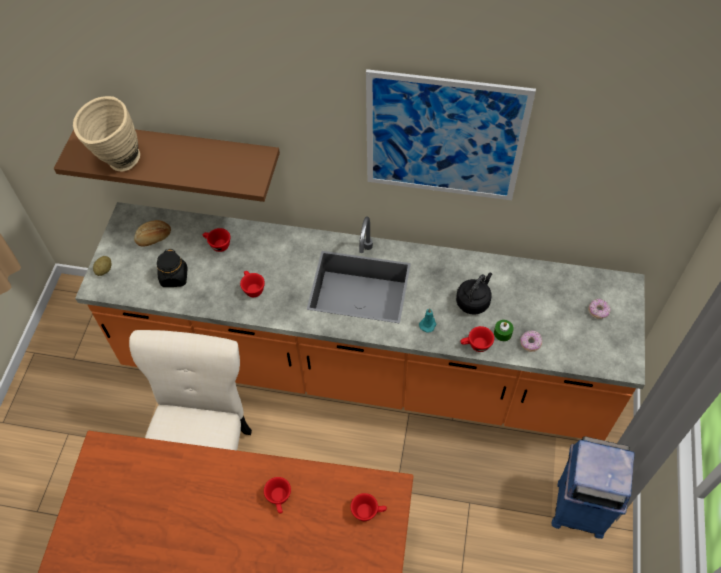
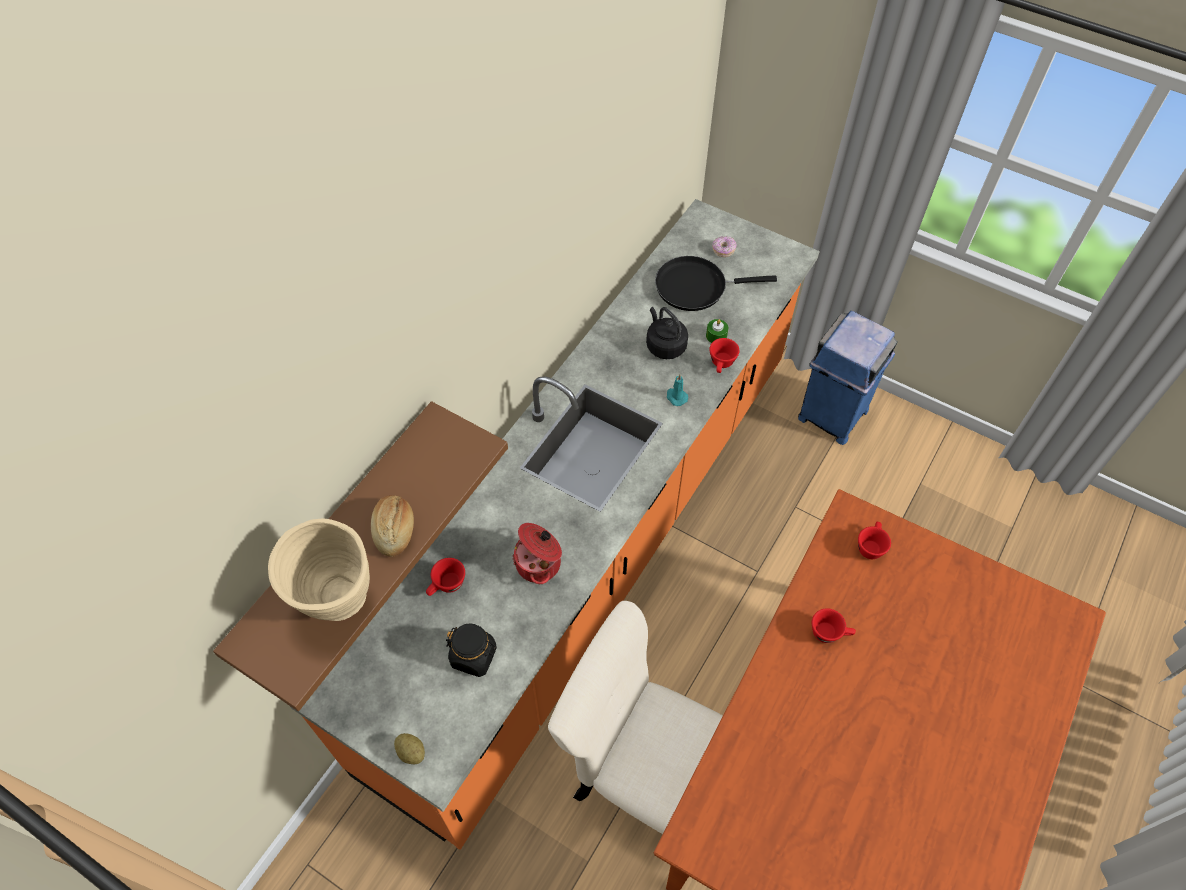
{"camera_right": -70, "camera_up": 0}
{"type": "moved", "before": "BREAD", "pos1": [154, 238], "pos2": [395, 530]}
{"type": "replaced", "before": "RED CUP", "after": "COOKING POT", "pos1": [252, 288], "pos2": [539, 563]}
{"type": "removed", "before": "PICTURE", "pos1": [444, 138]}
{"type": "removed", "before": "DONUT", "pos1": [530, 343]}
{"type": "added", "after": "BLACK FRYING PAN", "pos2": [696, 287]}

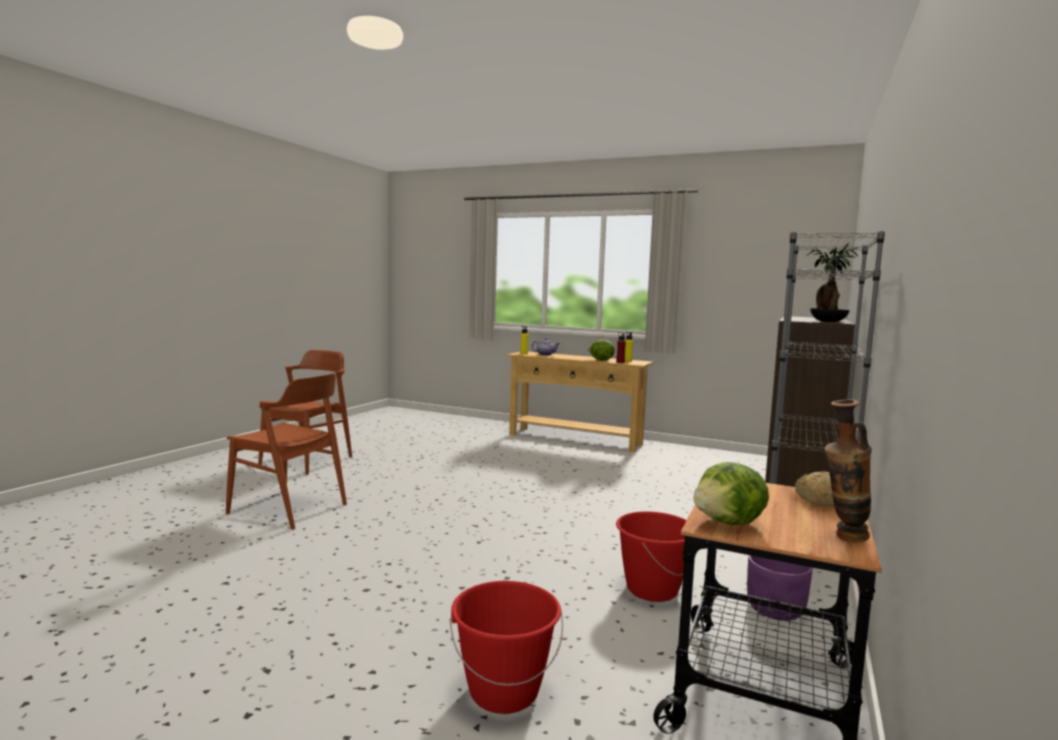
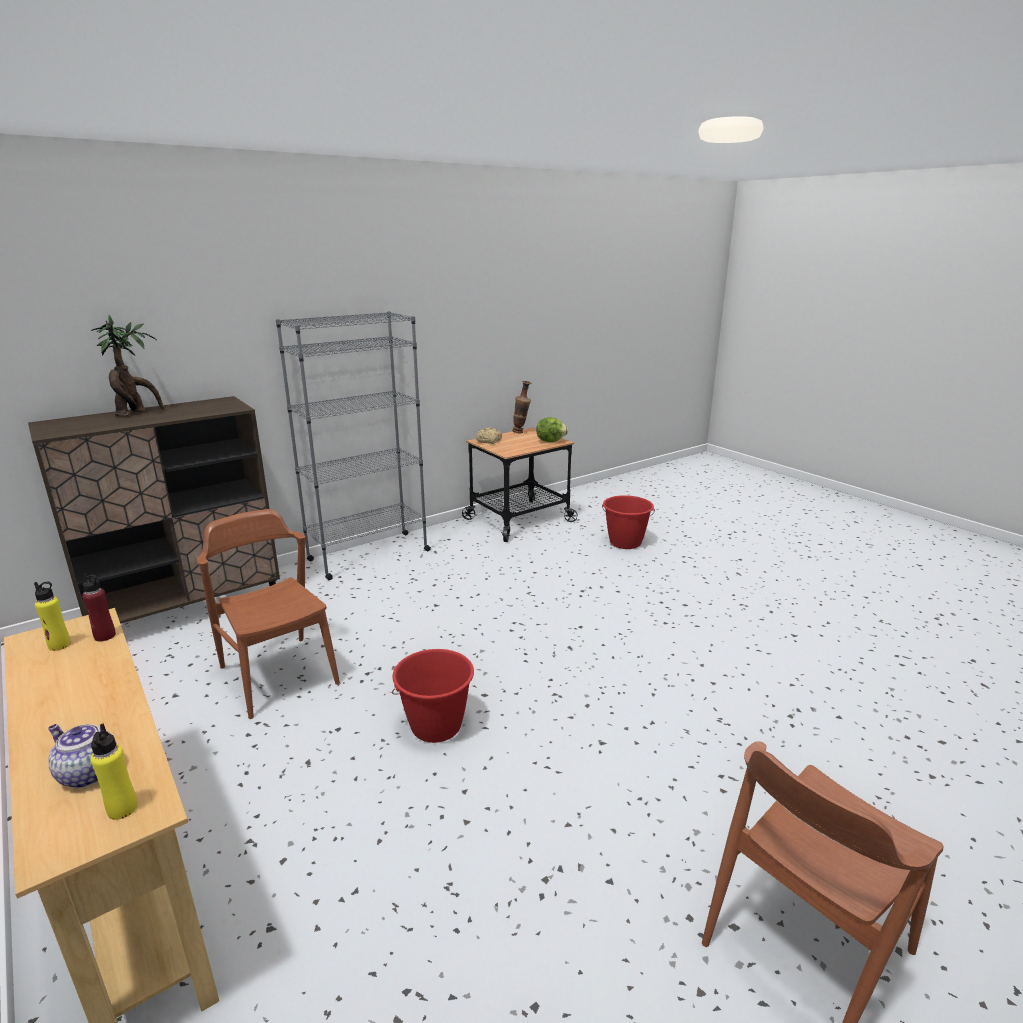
{"camera_right": -150, "camera_up": 15}
{"type": "moved", "before": "BROWN CHAIR", "pos1": [288, 509], "pos2": [278, 675]}
{"type": "removed", "before": "LETTUCE", "pos1": [600, 360]}
{"type": "moved", "before": "RED BUCKET", "pos1": [652, 589], "pos2": [436, 726]}
{"type": "removed", "before": "PURPLE PLANTER", "pos1": [775, 610]}
{"type": "removed", "before": "BLACK BOWL", "pos1": [828, 322]}

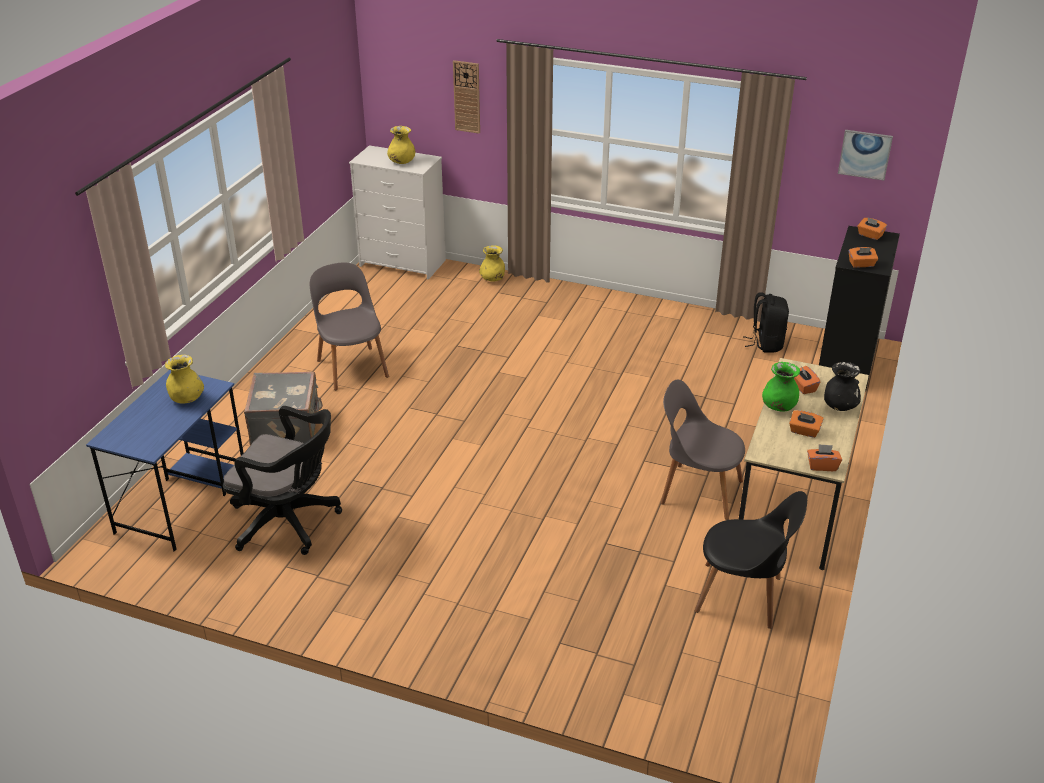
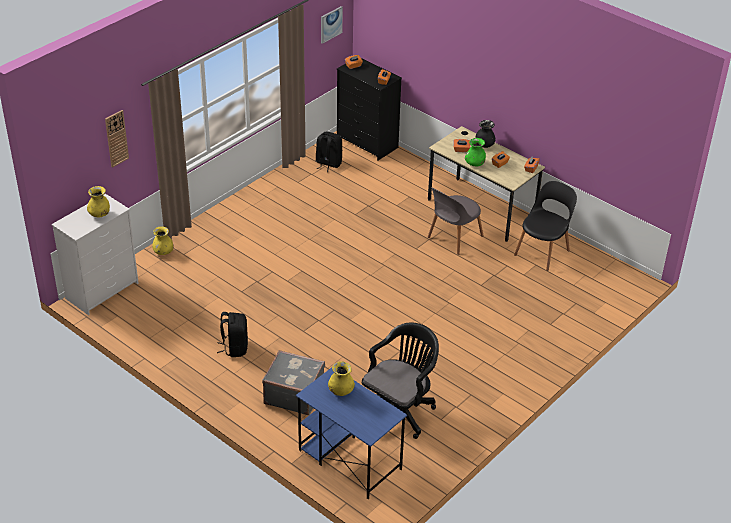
{"camera_right": -70, "camera_up": 5}
{"type": "replaced", "before": "GREY CHAIR", "after": "BLACK BACKPACK", "pos1": [352, 366], "pos2": [235, 348]}

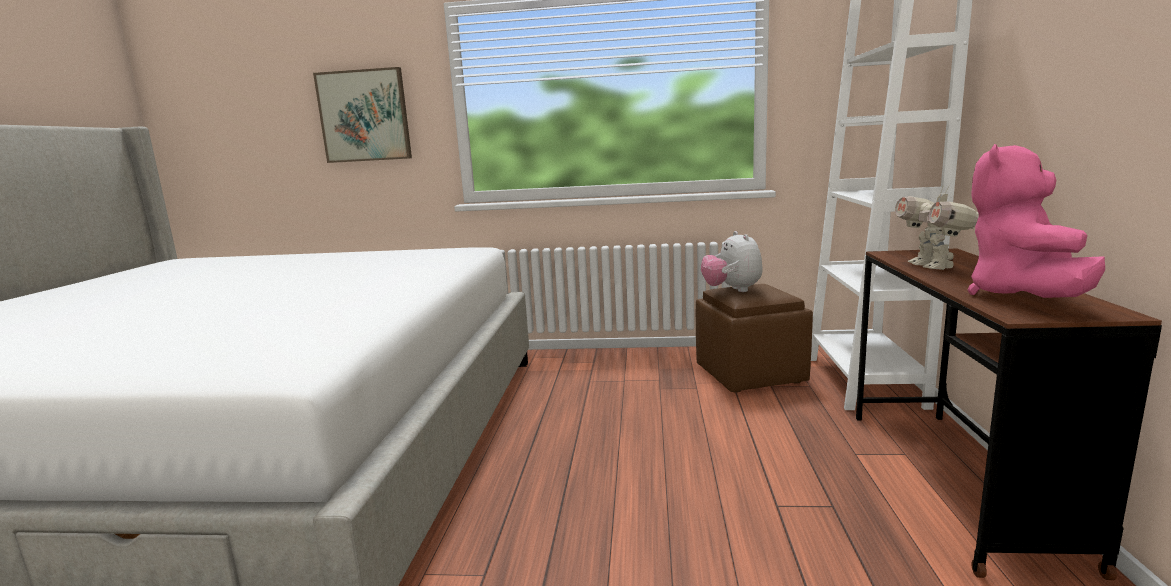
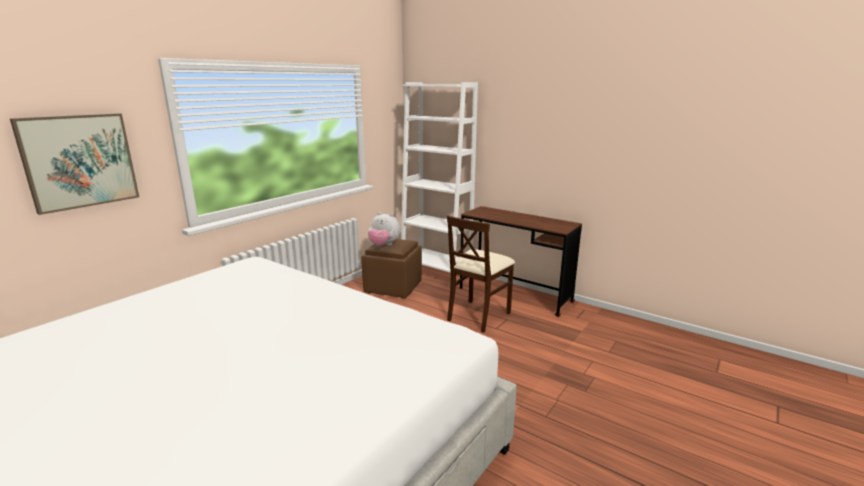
{"camera_right": -60, "camera_up": 5}
{"type": "removed", "before": "TOY ROBOT", "pos1": [933, 266]}
{"type": "removed", "before": "PINK PLUSH TOY", "pos1": [1023, 297]}
{"type": "added", "after": "BEIGE CHAIR", "pos2": [478, 315]}

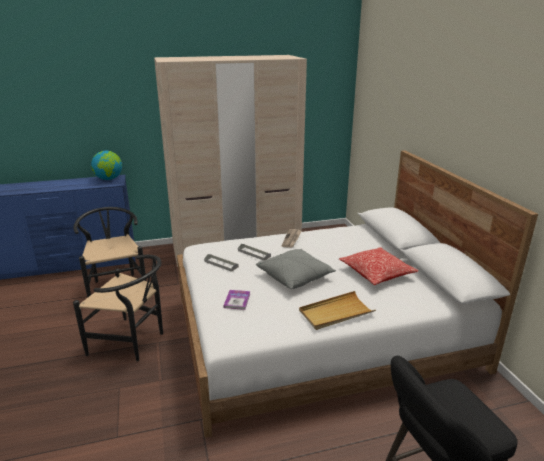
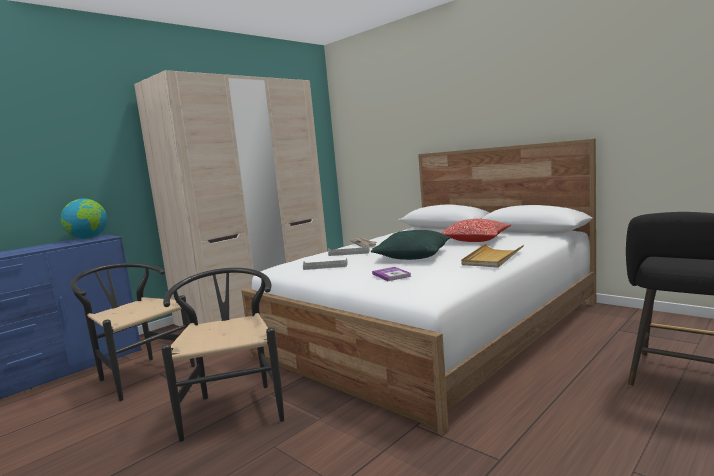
{"camera_right": -30, "camera_up": -15}
{"type": "turned", "before": "BLACK CHAIR", "pos1": [133, 342], "pos2": [235, 406], "turn": -90}
{"type": "recoloured", "before": "GREY PILLOW", "after": "GREEN PILLOW", "pos1": [295, 277], "pos2": [413, 256]}

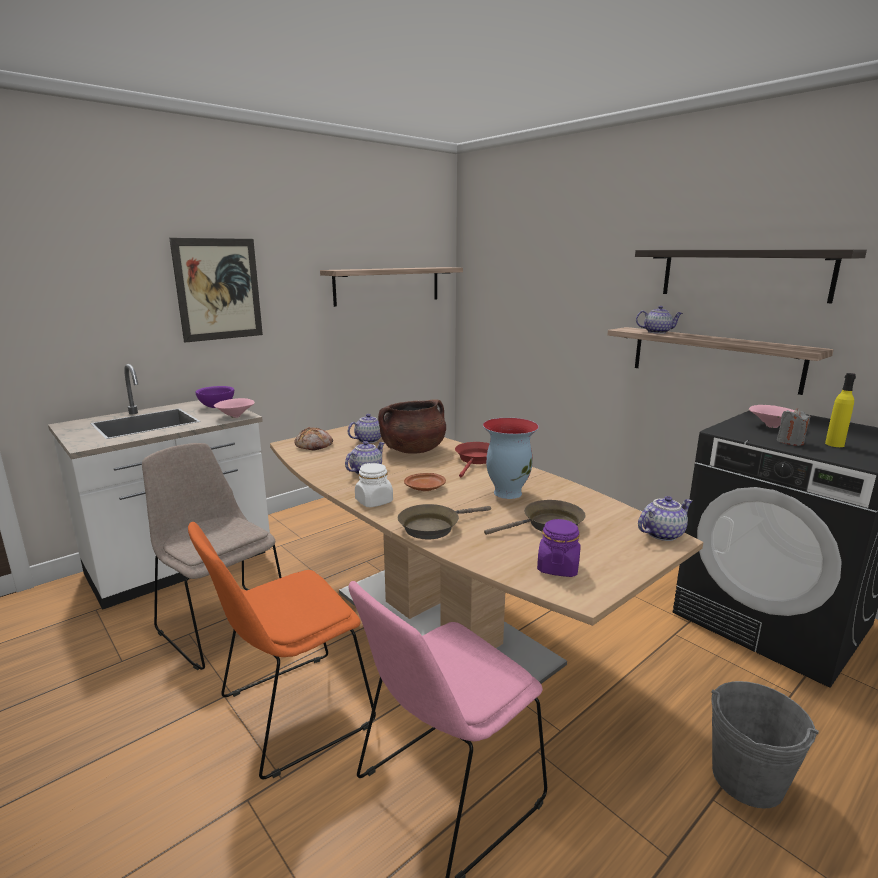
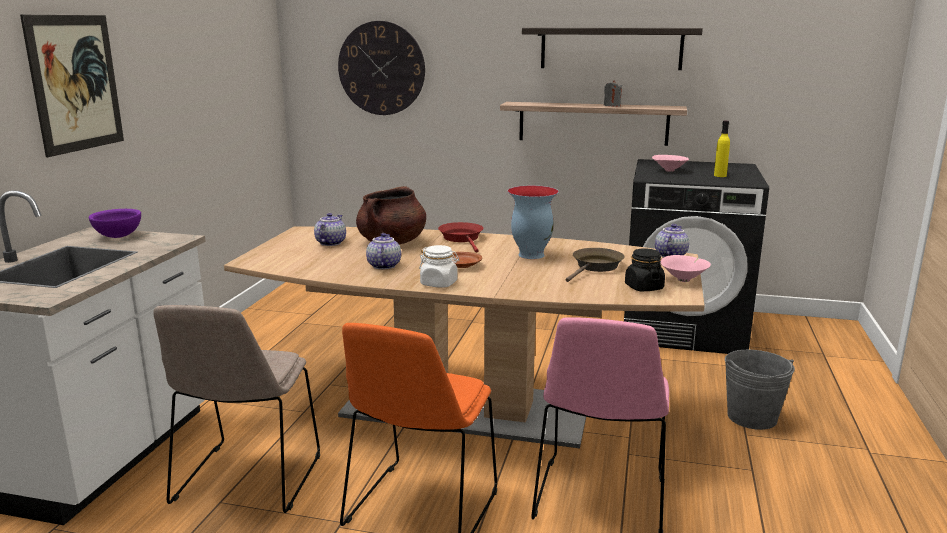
{"camera_right": -35, "camera_up": 0}
{"type": "turned", "before": "BEIGE CHAIR", "pos1": [222, 624], "pos2": [247, 481], "turn": -90}
{"type": "moved", "before": "PINK BOWL", "pos1": [236, 417], "pos2": [684, 280]}
{"type": "removed", "before": "BREAD", "pos1": [314, 446]}
{"type": "removed", "before": "SHELF", "pos1": [388, 285]}
{"type": "removed", "before": "BROWN FRYING PAN", "pos1": [433, 527]}
{"type": "recoloured", "before": "PURPLE JAR", "after": "BLACK JAR", "pos1": [558, 567], "pos2": [643, 287]}
{"type": "removed", "before": "TEAPOT", "pos1": [657, 332]}
{"type": "moved", "before": "GREY CANDLE", "pos1": [790, 442], "pos2": [612, 105]}
{"type": "added", "after": "WALL CLOCK", "pos2": [381, 68]}

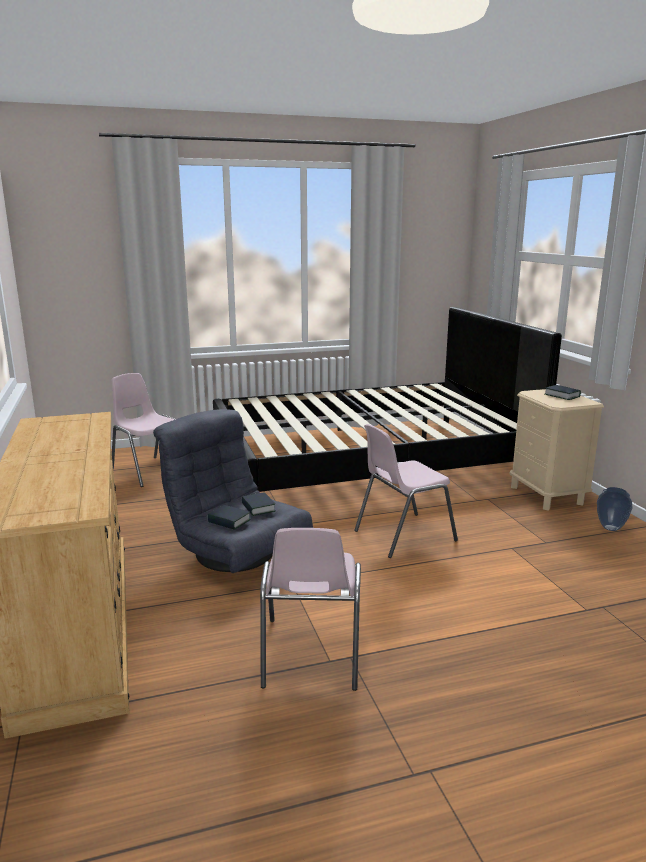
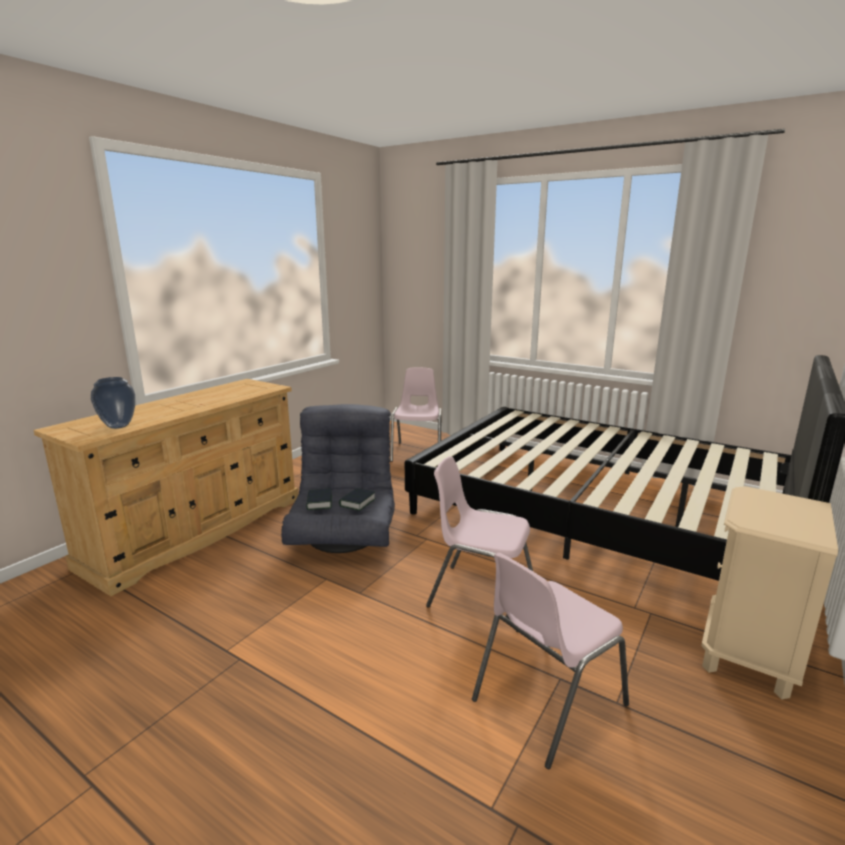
{"camera_right": 50, "camera_up": 0}
{"type": "moved", "before": "PINK CHAIR", "pos1": [310, 654], "pos2": [546, 702]}
{"type": "removed", "before": "BOOK", "pos1": [562, 395]}
{"type": "moved", "before": "VASE", "pos1": [611, 528], "pos2": [118, 426]}

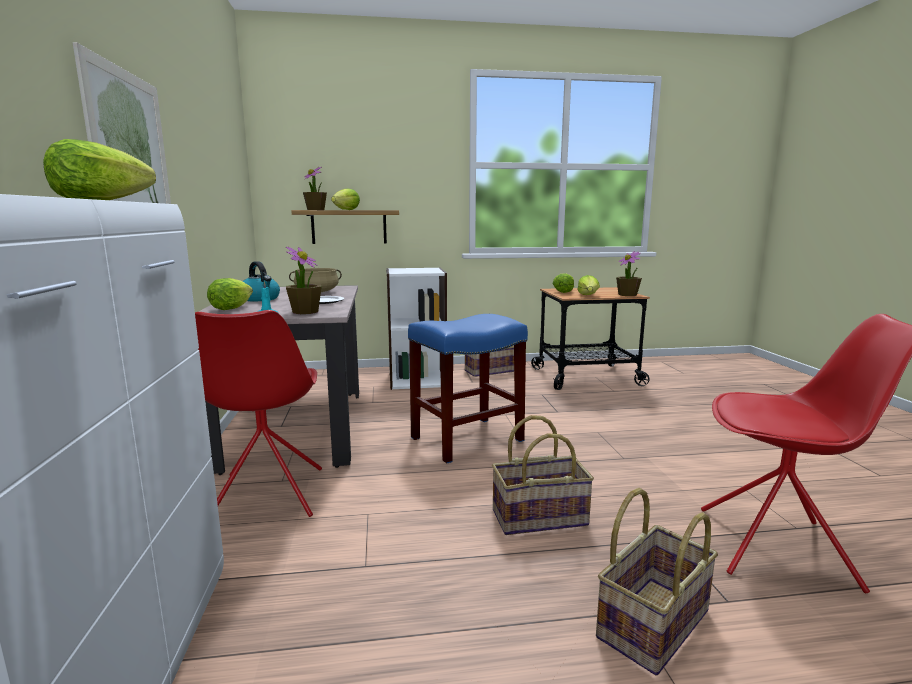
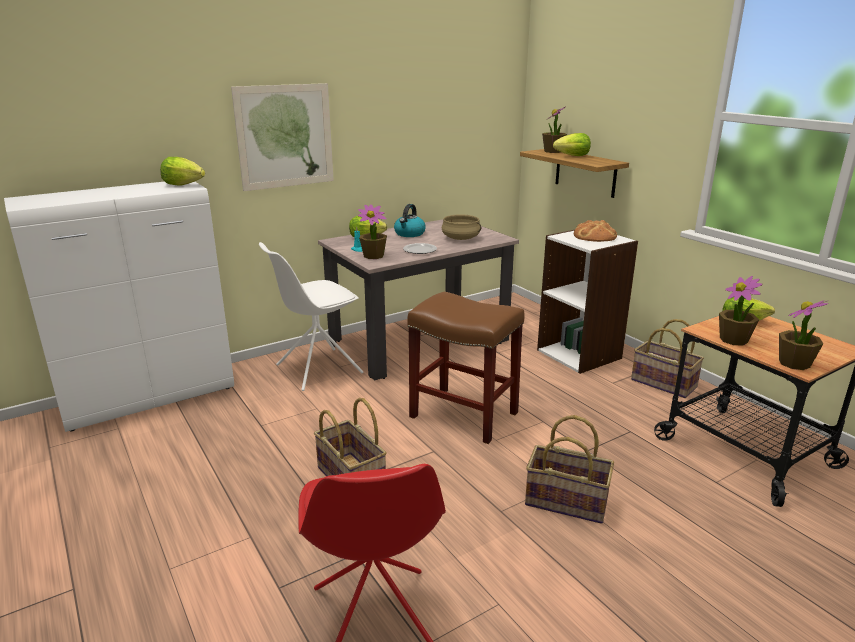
{"camera_right": 65, "camera_up": 10}
{"type": "recoloured", "before": "RED CHAIR", "after": "WHITE CHAIR", "pos1": [267, 496], "pos2": [317, 369]}
{"type": "recoloured", "before": "BLUE STOOL", "after": "BROWN STOOL", "pos1": [467, 439], "pos2": [465, 415]}
{"type": "replaced", "before": "LETTUCE", "after": "POTTED PLANT", "pos1": [588, 296], "pos2": [734, 340]}
{"type": "moved", "before": "BASKET", "pos1": [651, 622], "pos2": [567, 501]}
{"type": "added", "after": "BREAD", "pos2": [595, 236]}

